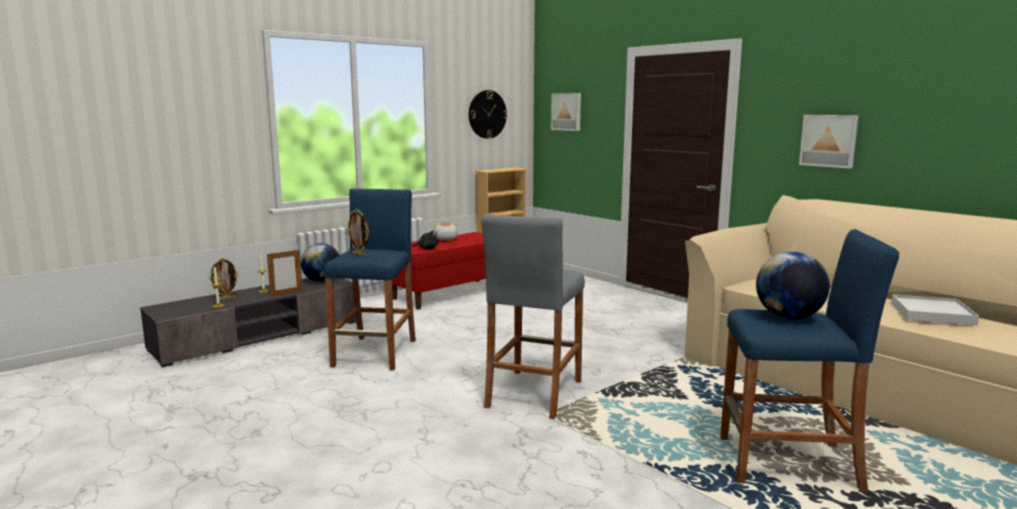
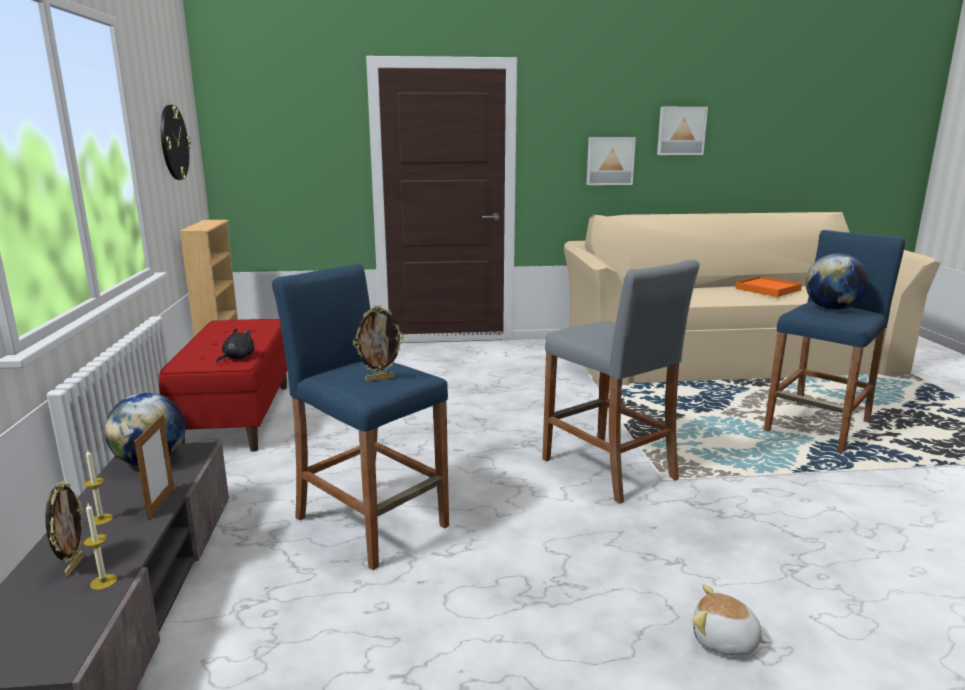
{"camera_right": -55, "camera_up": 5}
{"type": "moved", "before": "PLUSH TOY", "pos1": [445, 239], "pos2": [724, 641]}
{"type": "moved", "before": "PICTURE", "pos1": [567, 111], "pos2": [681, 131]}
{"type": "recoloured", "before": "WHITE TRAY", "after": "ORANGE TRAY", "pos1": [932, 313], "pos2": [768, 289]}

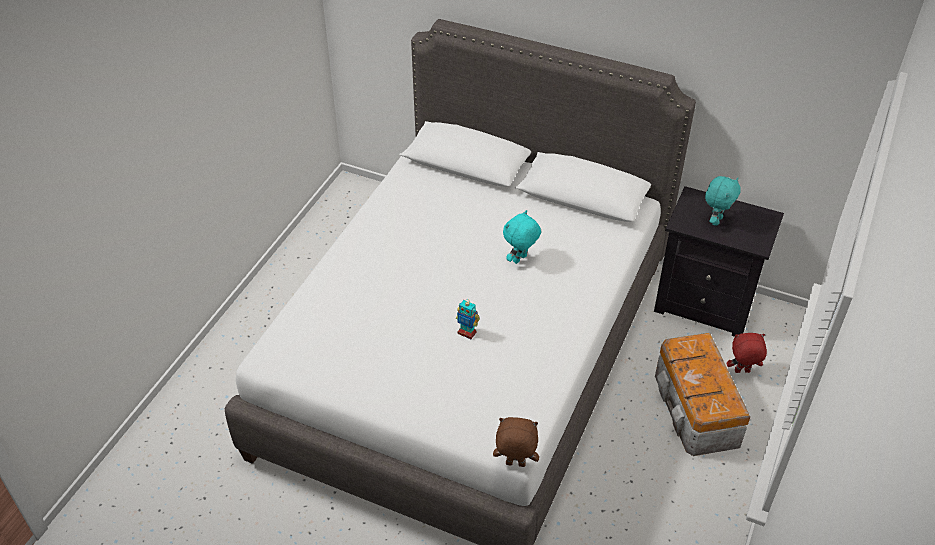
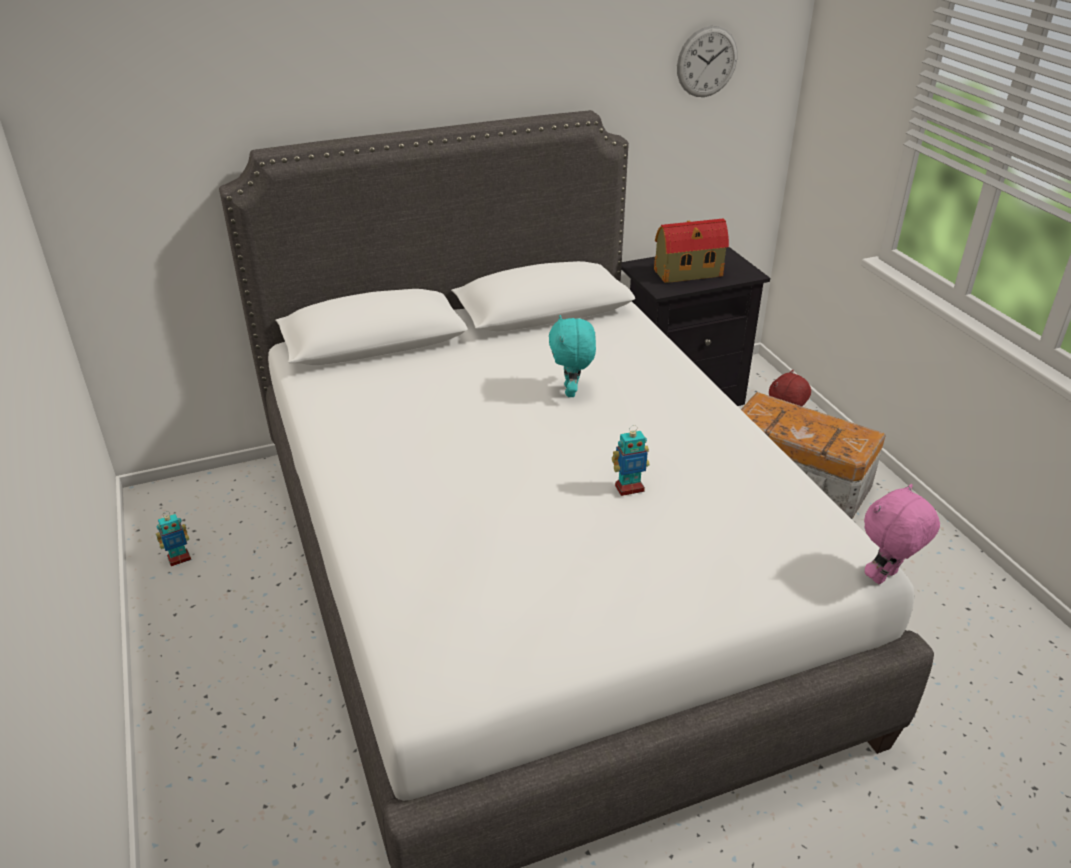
{"camera_right": -45, "camera_up": -10}
{"type": "recoloured", "before": "BROWN PLUSH TOY", "after": "PINK PLUSH TOY", "pos1": [515, 465], "pos2": [885, 578]}
{"type": "replaced", "before": "TURQUOISE PLUSH TOY", "after": "TOY HOUSE", "pos1": [716, 220], "pos2": [686, 273]}
{"type": "added", "after": "TOY ROBOT", "pos2": [179, 558]}
{"type": "added", "after": "WALL CLOCK", "pos2": [707, 62]}

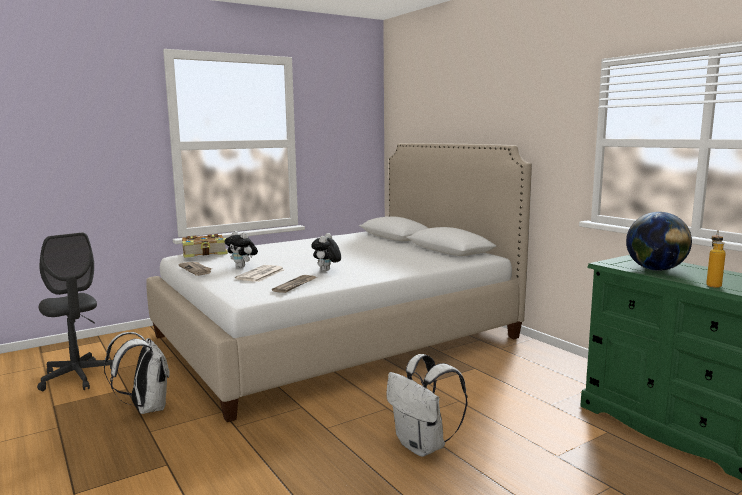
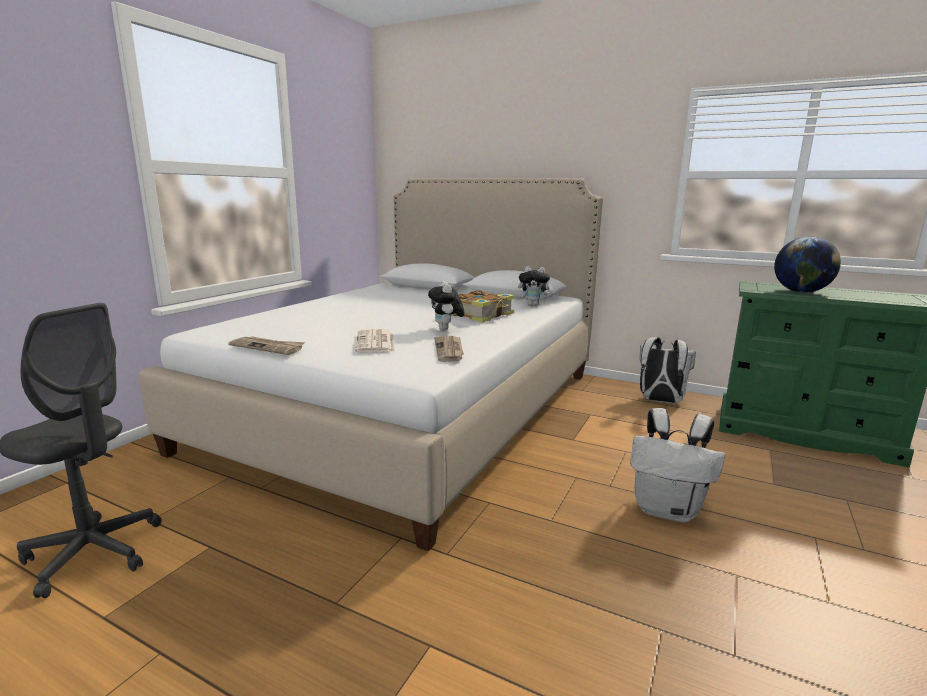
{"camera_right": -30, "camera_up": 5}
{"type": "moved", "before": "WHITE BACKPACK", "pos1": [146, 408], "pos2": [660, 401]}
{"type": "moved", "before": "BOOK", "pos1": [205, 253], "pos2": [483, 315]}
{"type": "moved", "before": "PLUSH TOY", "pos1": [242, 267], "pos2": [534, 305]}
{"type": "removed", "before": "BOTTLE", "pos1": [713, 284]}

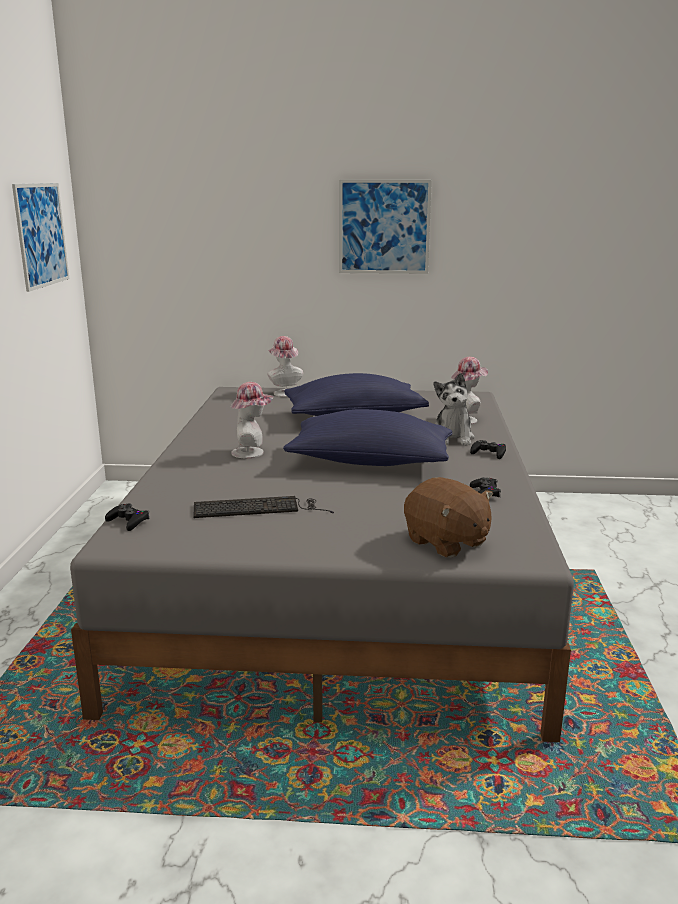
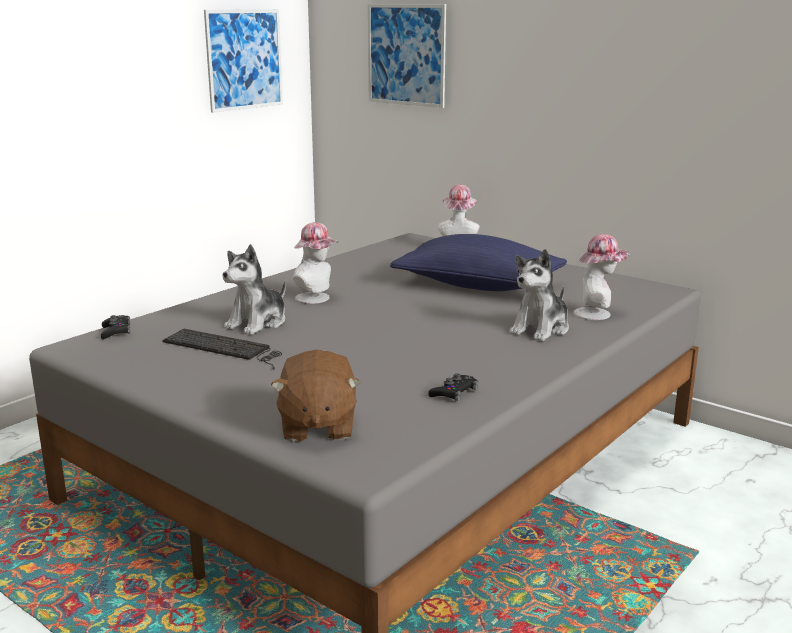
{"camera_right": 35, "camera_up": 0}
{"type": "removed", "before": "BLUE PILLOW", "pos1": [369, 462]}
{"type": "moved", "before": "PICTURE", "pos1": [384, 227], "pos2": [406, 55]}
{"type": "removed", "before": "BLACK GAME CONTROLLER", "pos1": [488, 453]}
{"type": "added", "after": "PLUSH TOY", "pos2": [258, 323]}

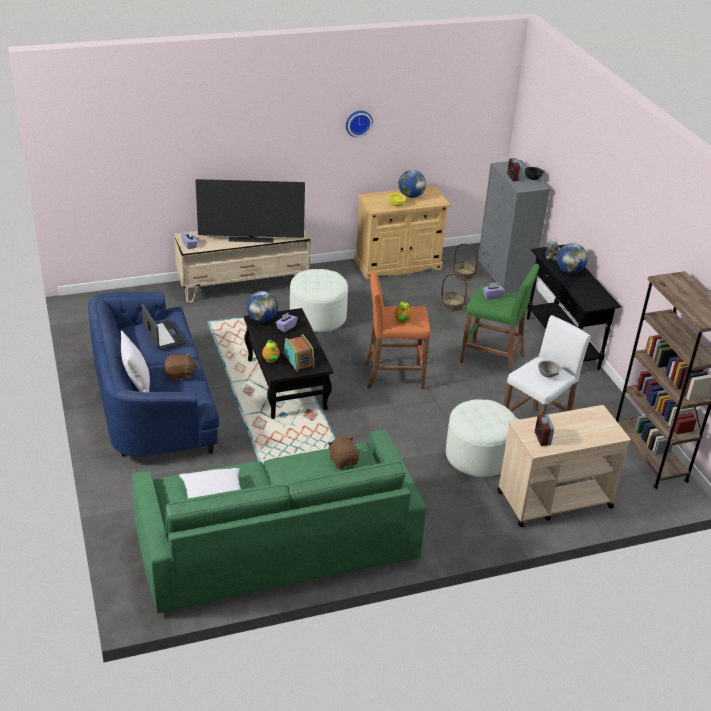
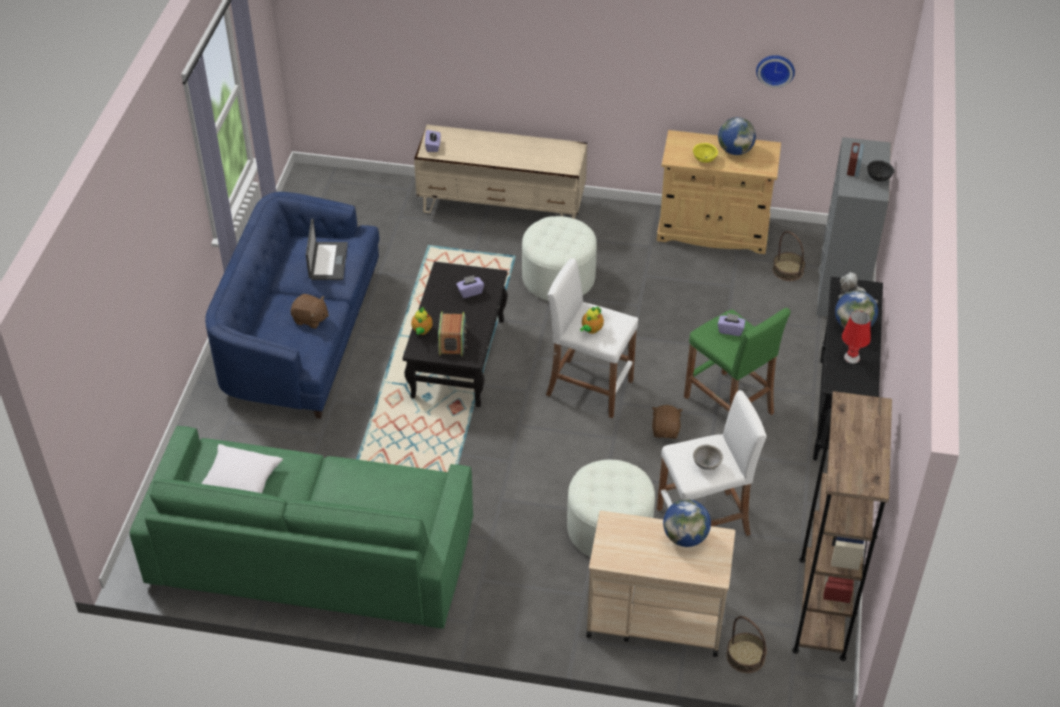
{"camera_right": 30, "camera_up": 10}
{"type": "removed", "before": "WHITE PILLOW", "pos1": [137, 384]}
{"type": "removed", "before": "TELEVISION", "pos1": [251, 240]}
{"type": "moved", "before": "GLOBE", "pos1": [262, 319], "pos2": [685, 537]}
{"type": "moved", "before": "BROWN PLUSH TOY", "pos1": [343, 461], "pos2": [666, 430]}
{"type": "moved", "before": "WALL CLOCK", "pos1": [358, 123], "pos2": [775, 69]}
{"type": "recoloured", "before": "ORANGE STOOL", "after": "WHITE STOOL", "pos1": [393, 376], "pos2": [589, 388]}
{"type": "moved", "before": "BASKET", "pos1": [452, 305], "pos2": [745, 656]}
{"type": "removed", "before": "ALARM CLOCK", "pos1": [542, 438]}
{"type": "added", "after": "RED TABLE LAMP", "pos2": [852, 357]}

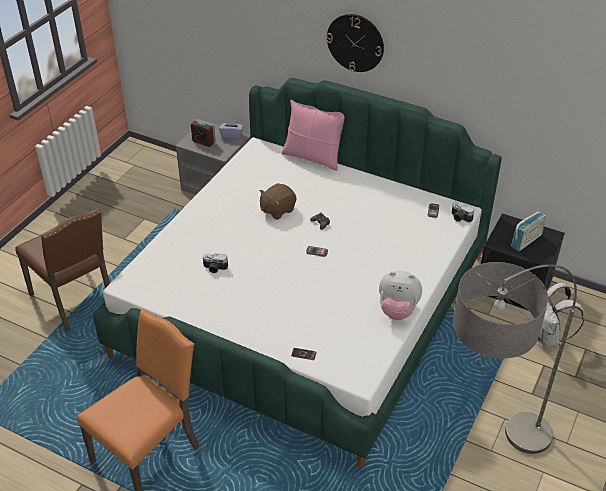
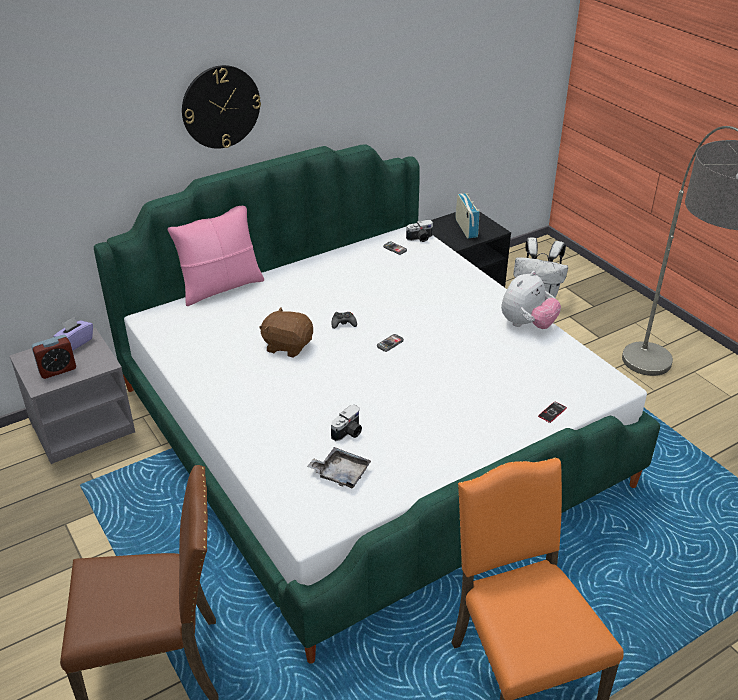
{"camera_right": -60, "camera_up": -5}
{"type": "turned", "before": "BROWN PLUSH TOY", "pos1": [277, 210], "pos2": [288, 346], "turn": 120}
{"type": "added", "after": "GREY TRAY", "pos2": [341, 473]}

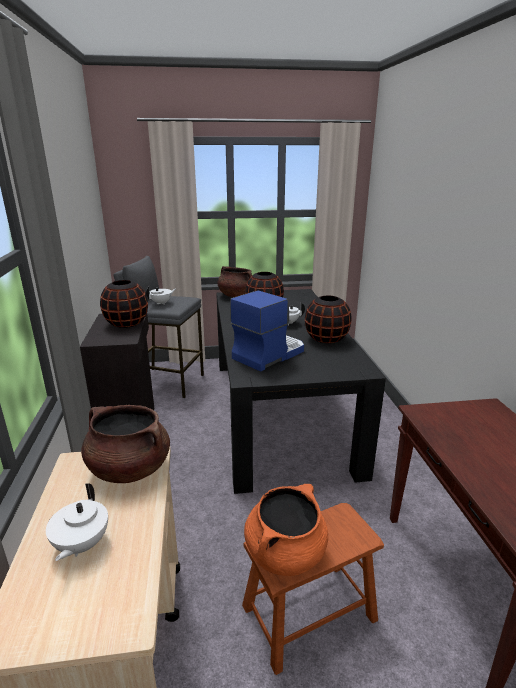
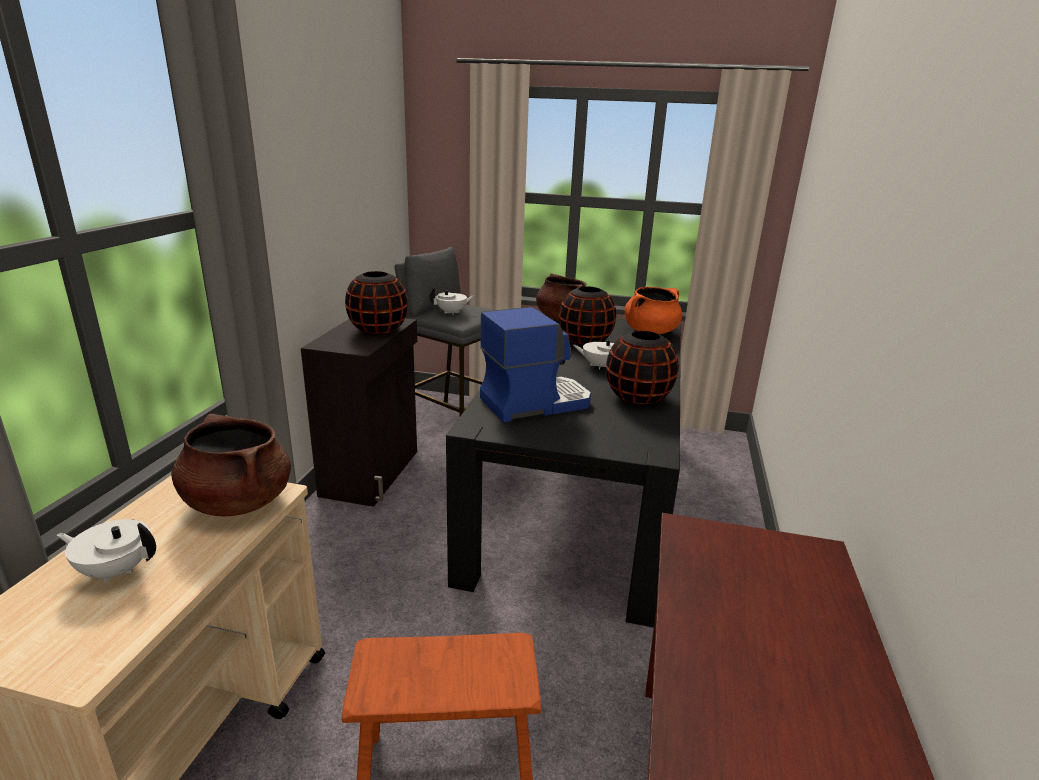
{"camera_right": 20, "camera_up": 0}
{"type": "turned", "before": "WHITE TEAPOT", "pos1": [81, 544], "pos2": [116, 570], "turn": 75}
{"type": "moved", "before": "ORANGE COOKING POT", "pos1": [285, 552], "pos2": [650, 332]}

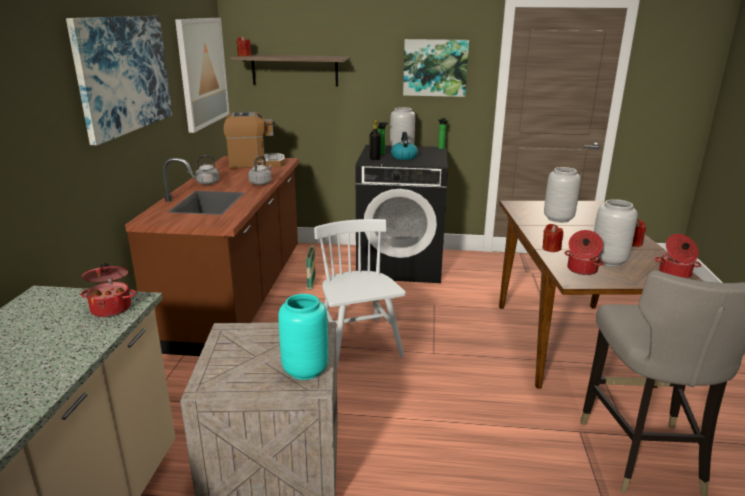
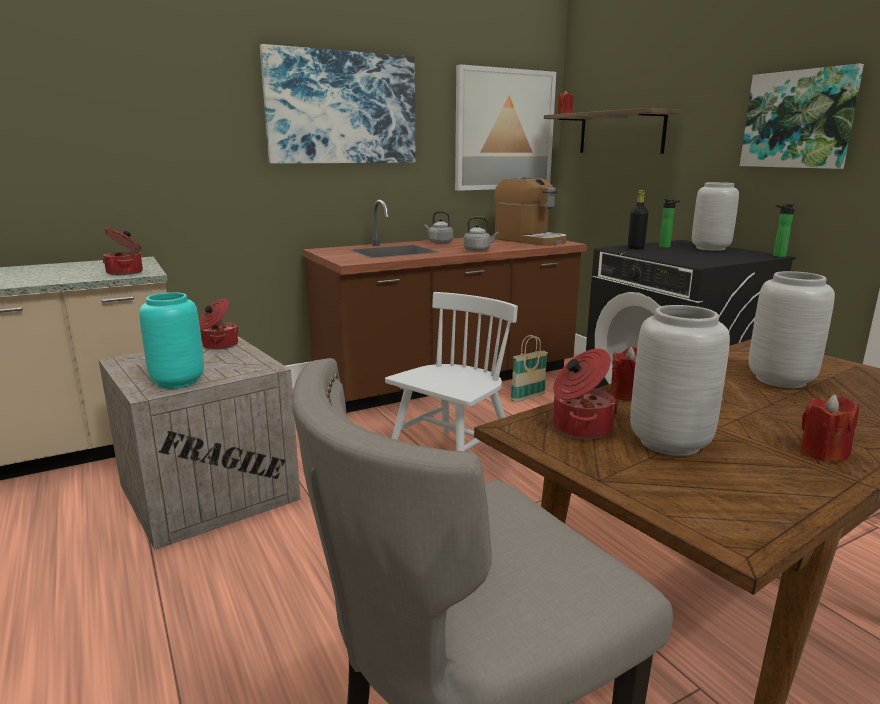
{"camera_right": 55, "camera_up": -5}
{"type": "removed", "before": "KETTLE", "pos1": [404, 157]}
{"type": "moved", "before": "COOKING POT", "pos1": [674, 274], "pos2": [219, 345]}

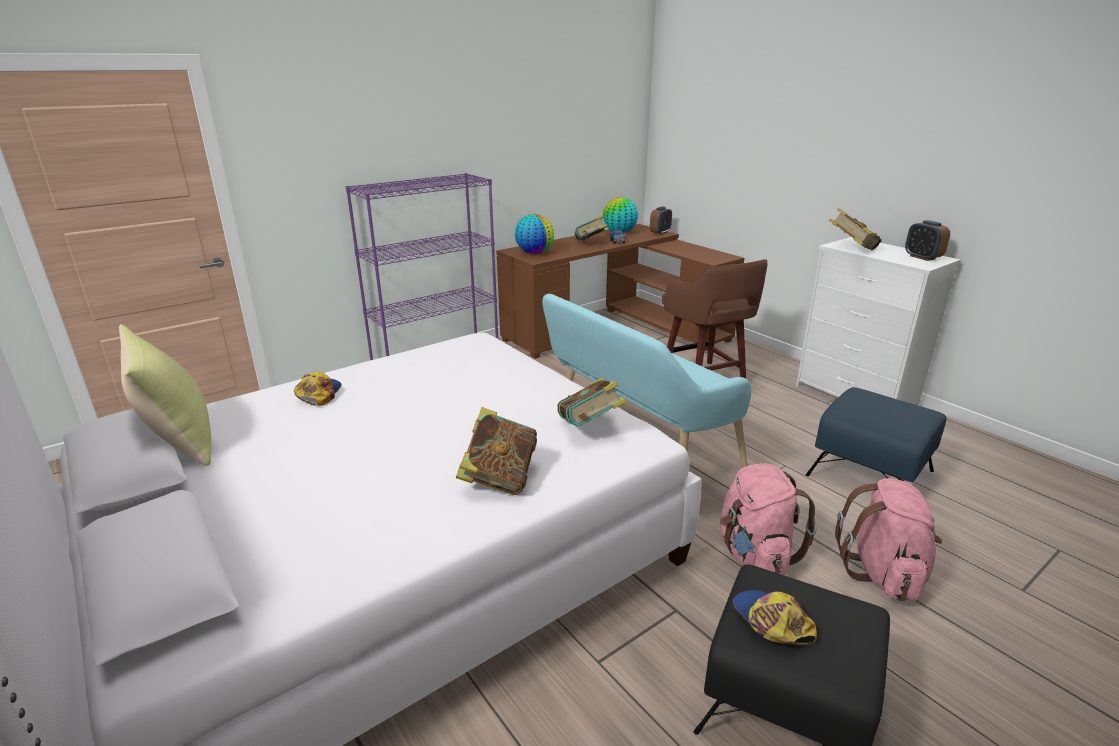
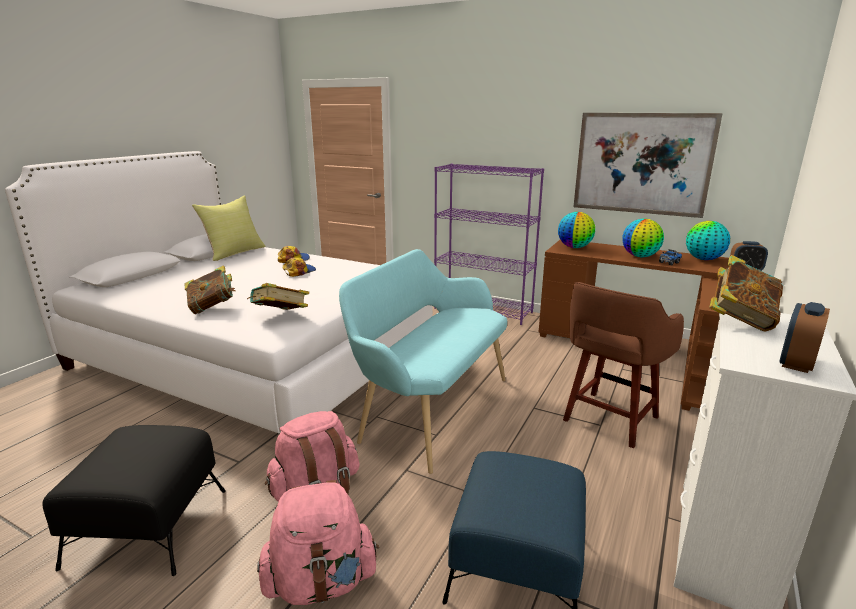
{"camera_right": 65, "camera_up": -5}
{"type": "replaced", "before": "BOOK", "after": "GLOBE", "pos1": [590, 244], "pos2": [640, 256]}
{"type": "moved", "before": "CAP", "pos1": [771, 621], "pos2": [299, 271]}
{"type": "added", "after": "PICTURE", "pos2": [641, 164]}

